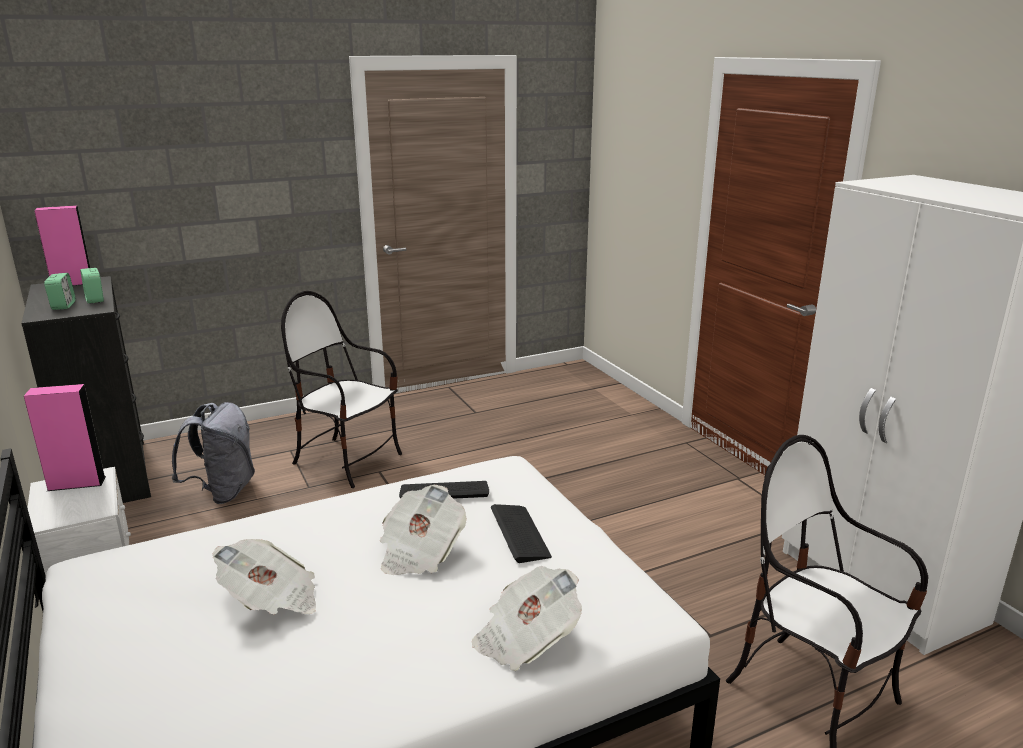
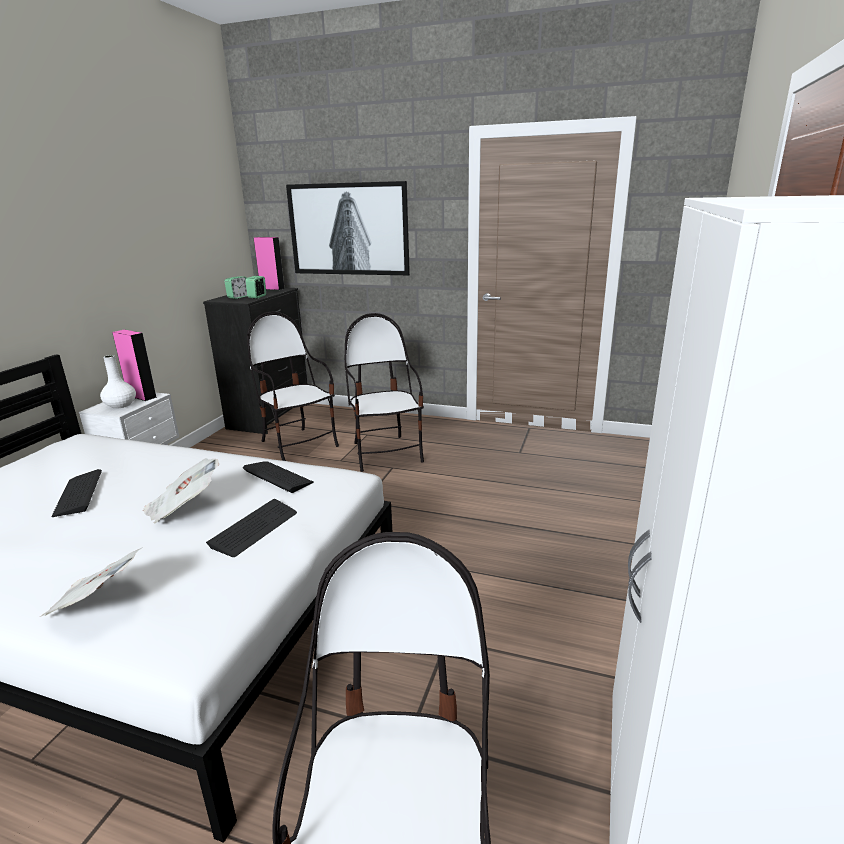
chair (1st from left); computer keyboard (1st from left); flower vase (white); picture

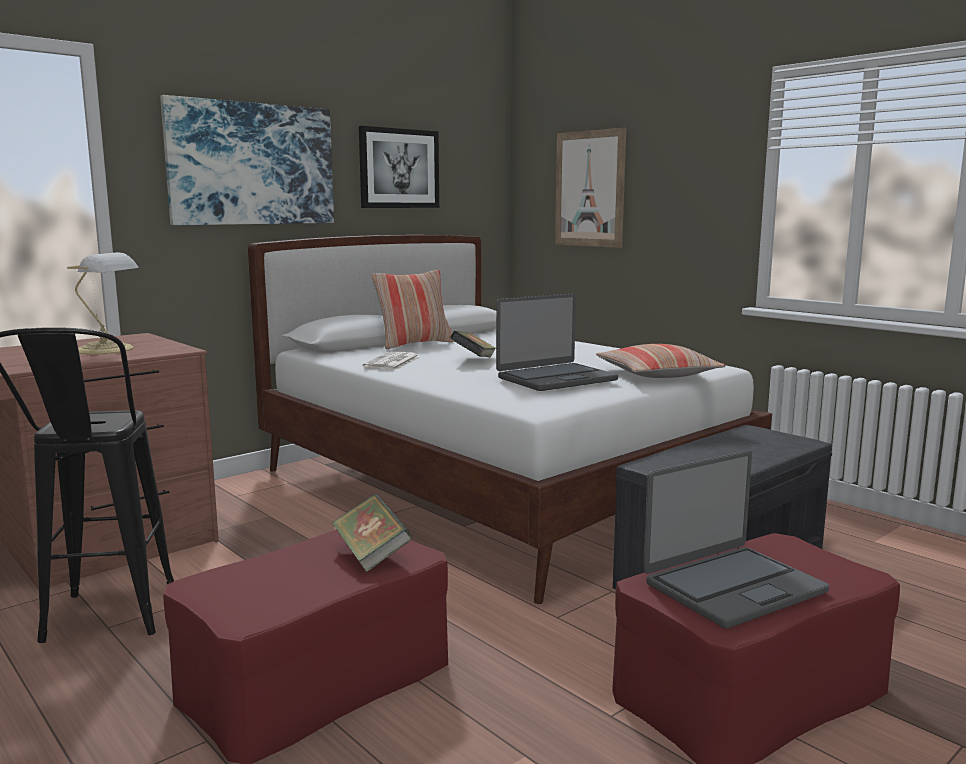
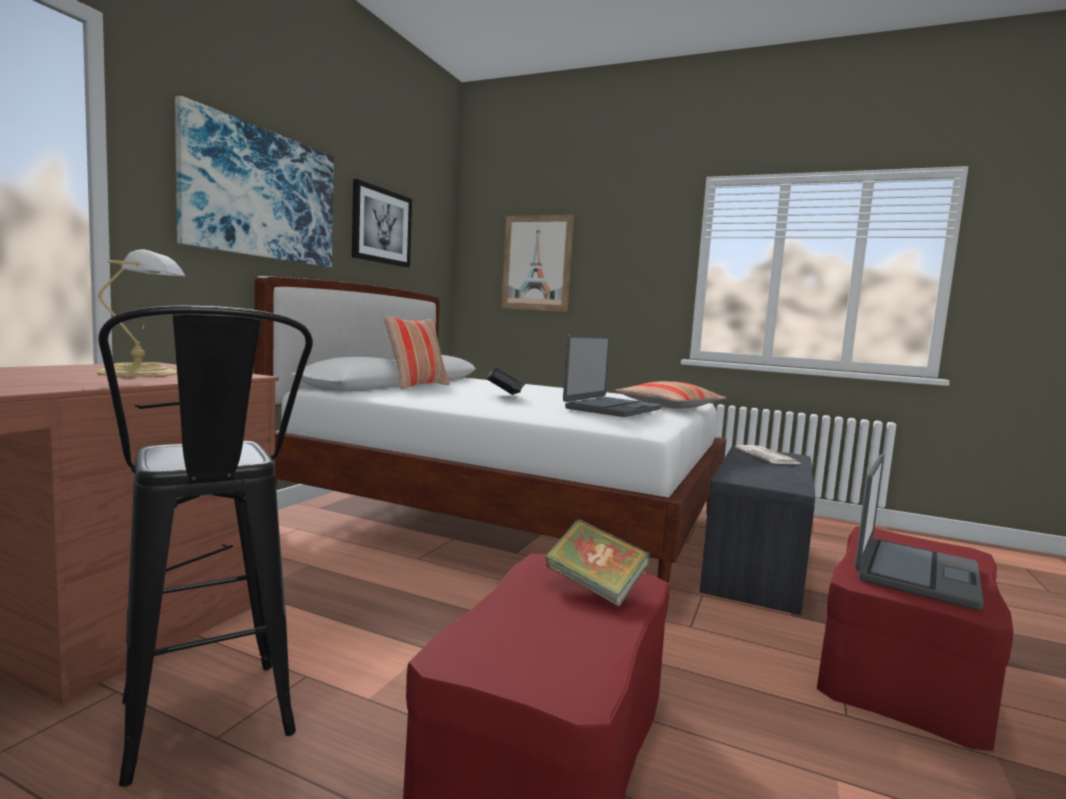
printed paper

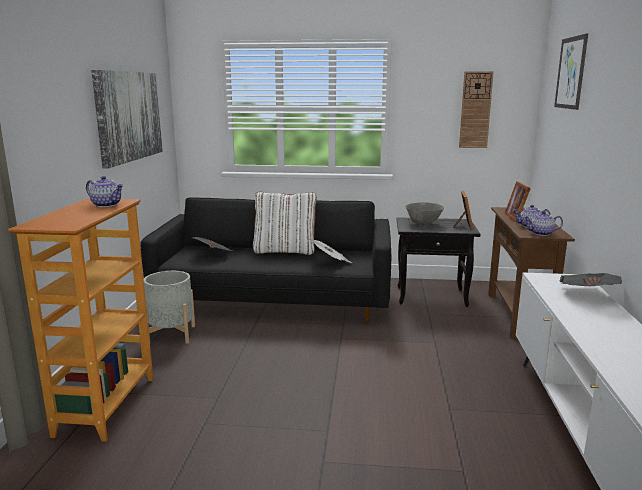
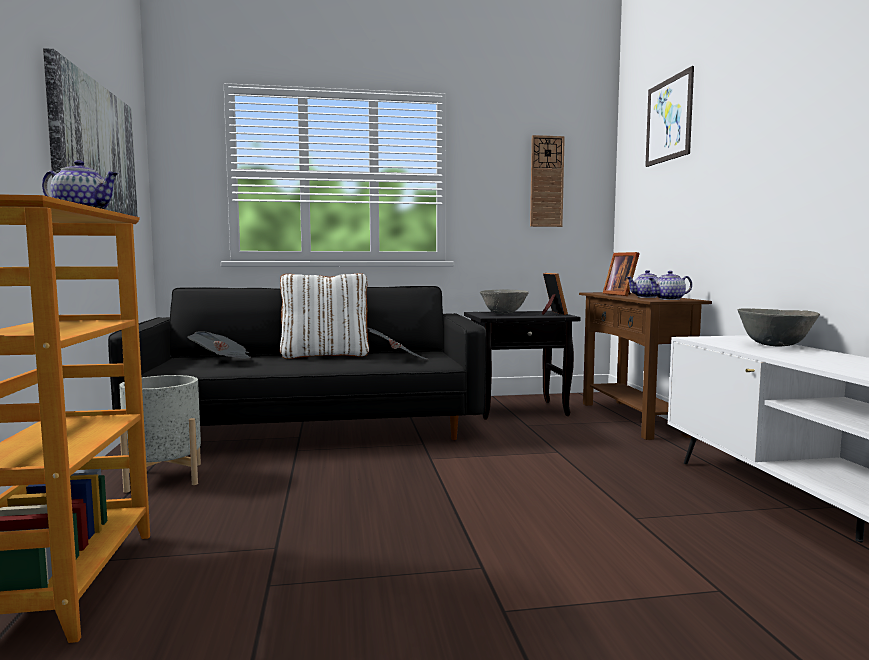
bowl (gray) (2nd from left)

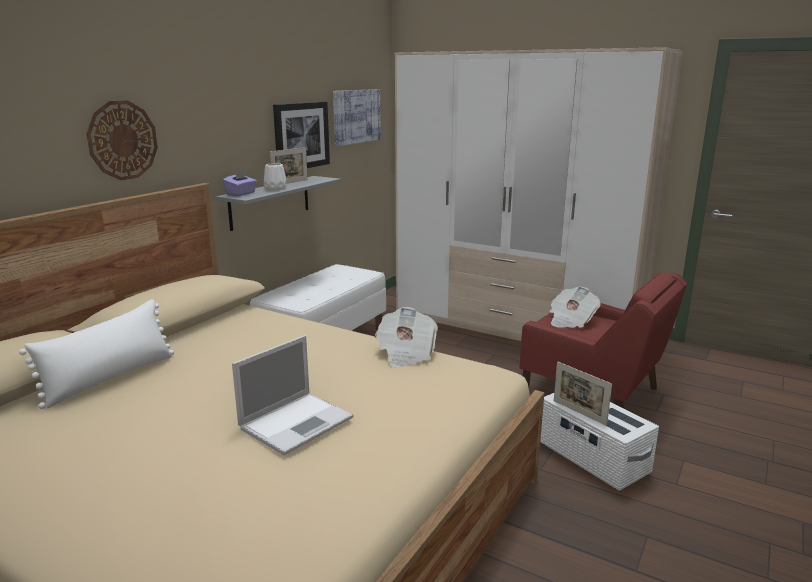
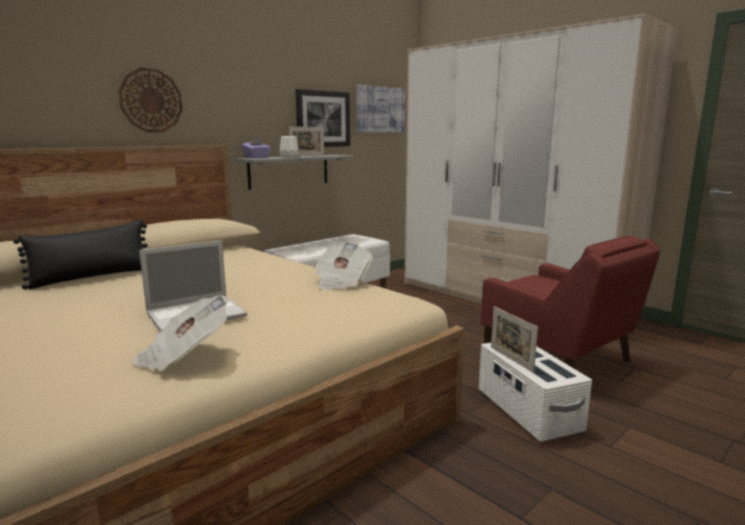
cushion (black-coloured); printed paper (1st from left)

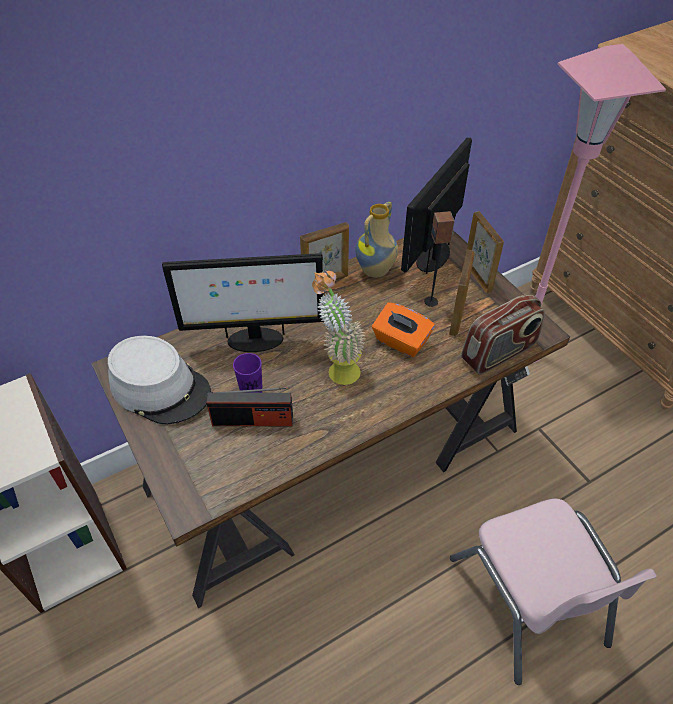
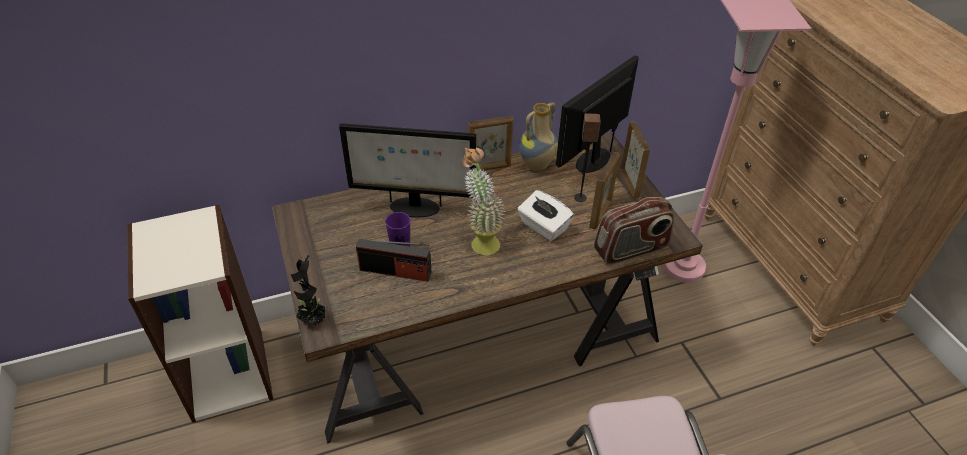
hat (gray); tissue box (white); houseplant (1st from left)

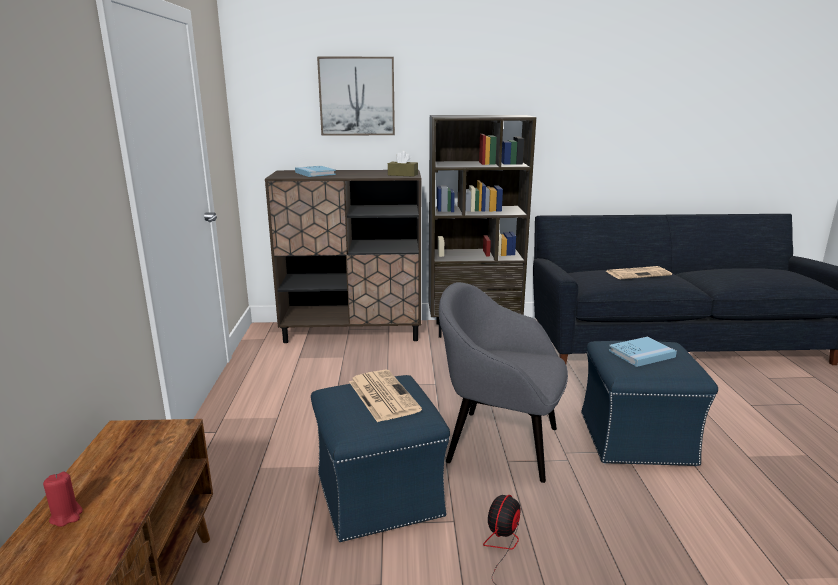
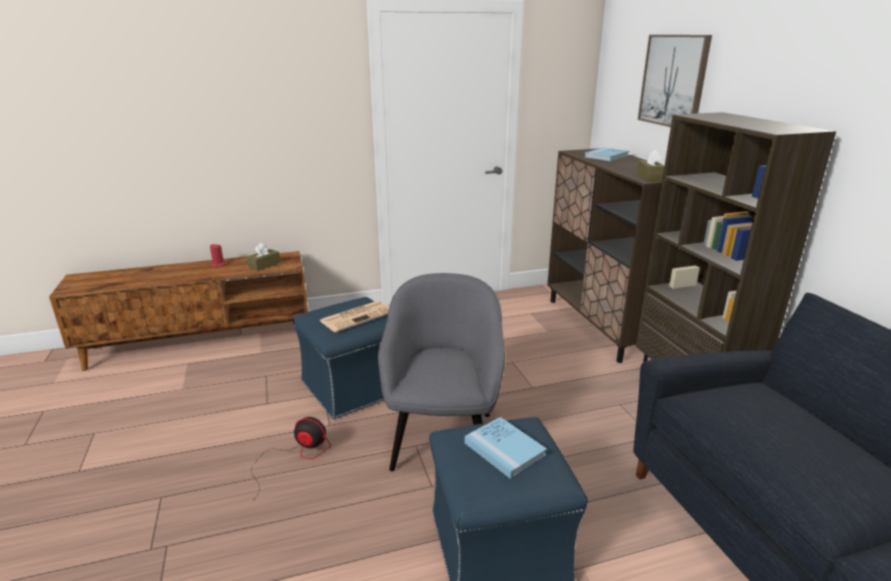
printed paper (2nd from left in the first image); tissue box (brown-coloured) (1st from left)

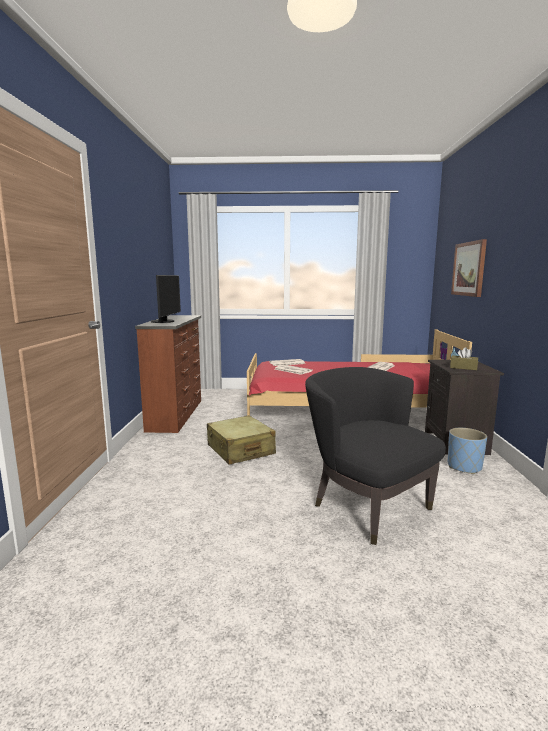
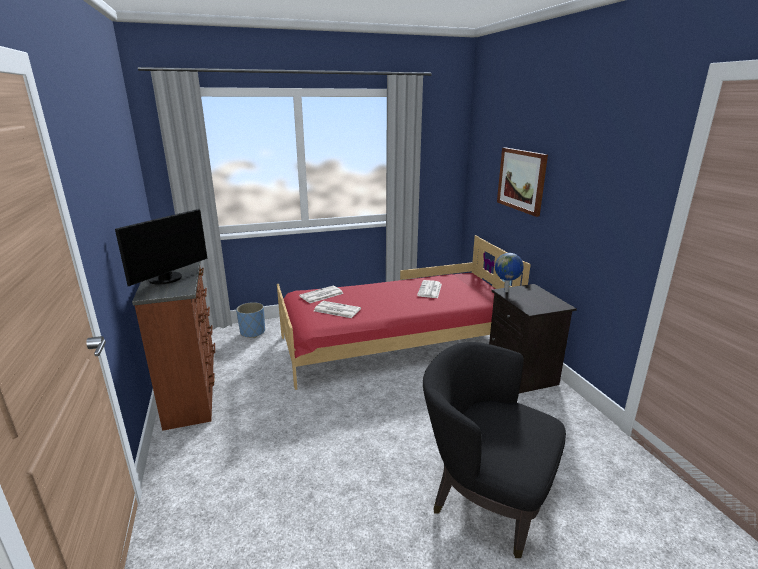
monitor; piece of luggage (beige-coloured); plant pot (bluish); tissue box (brown-coloured); desk globe

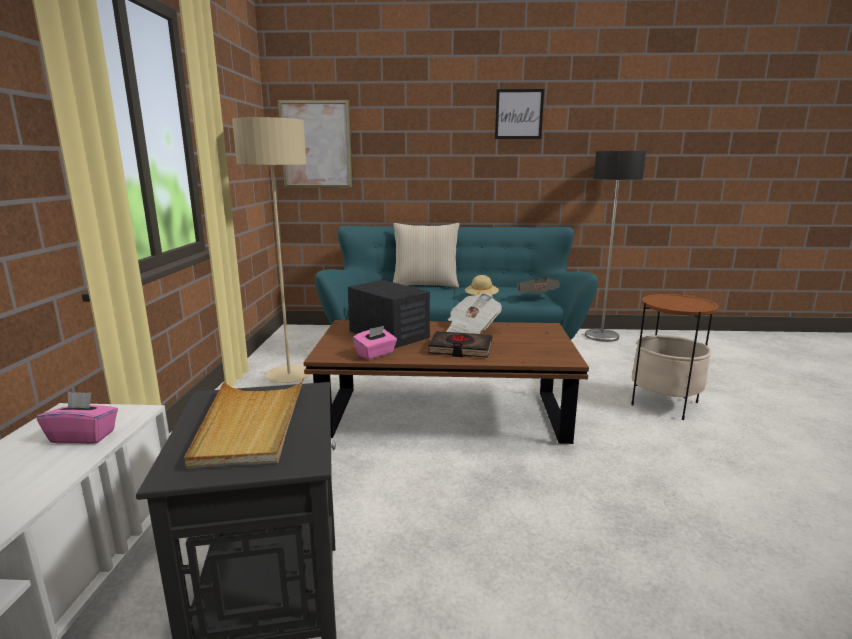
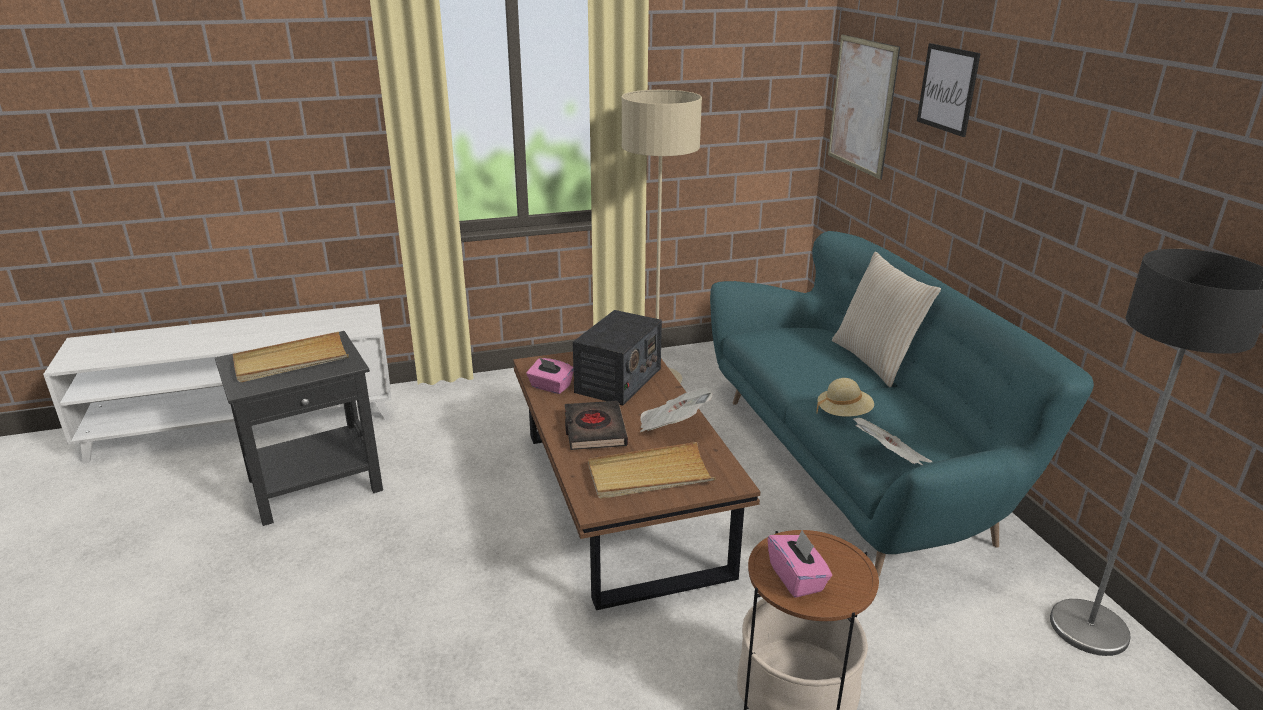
tissue box (pinkish) (2nd from left); picture (2nd from left); carrying tray (beige-coloured) (2nd from left)

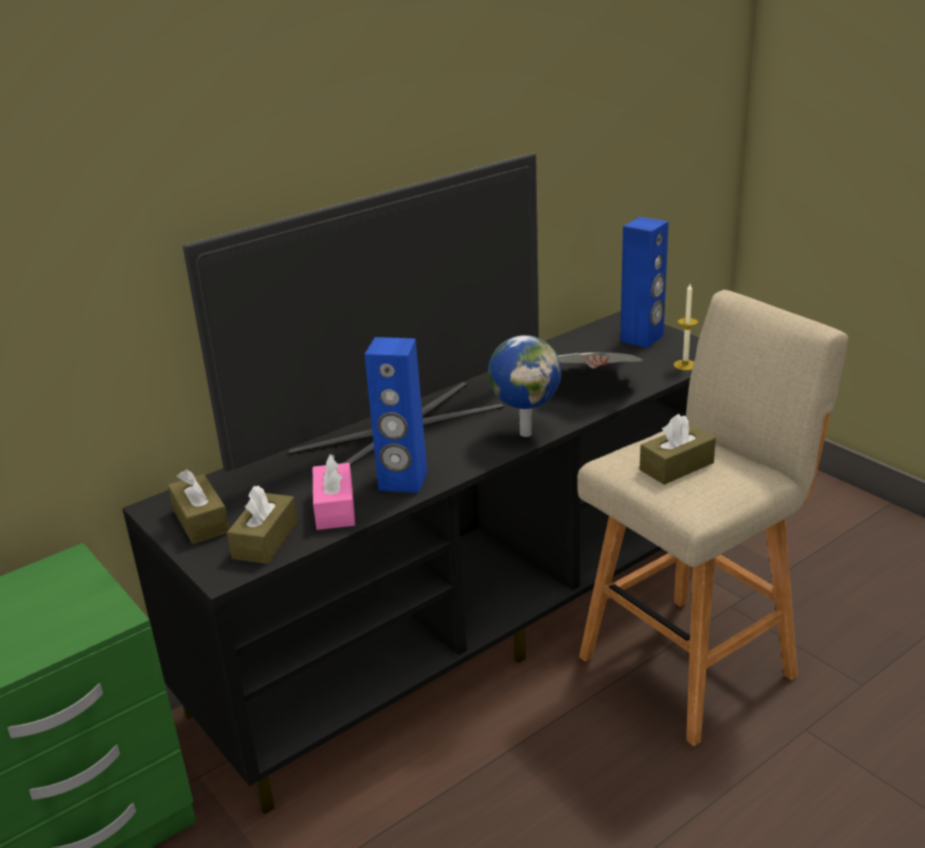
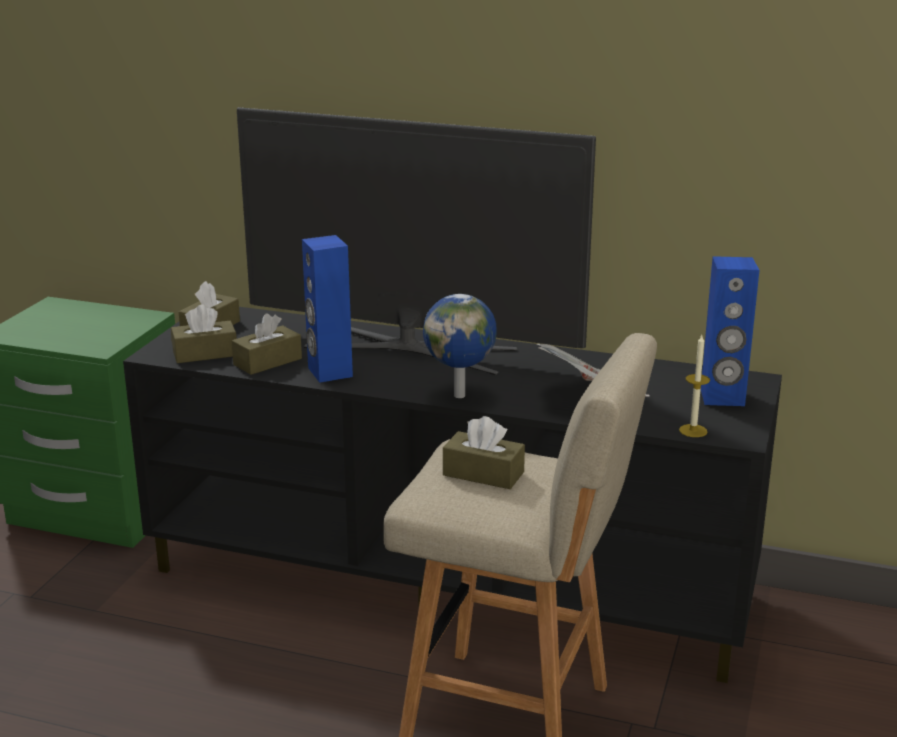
tissue box (brown-coloured) (3rd from left)

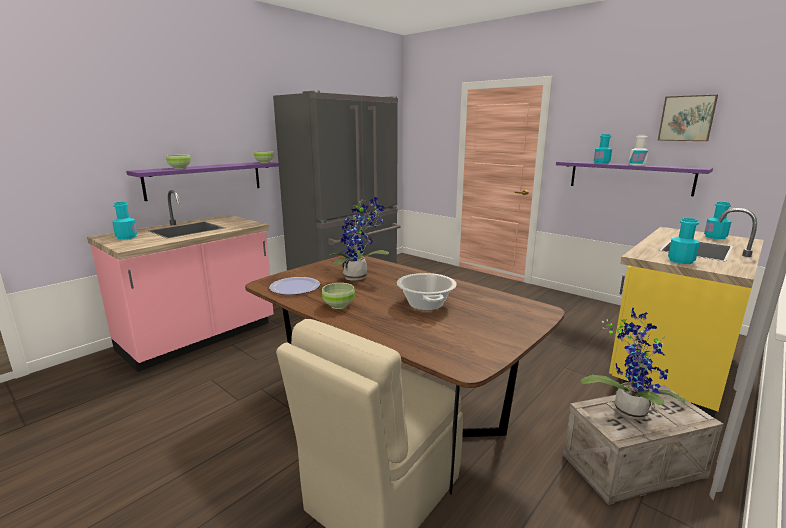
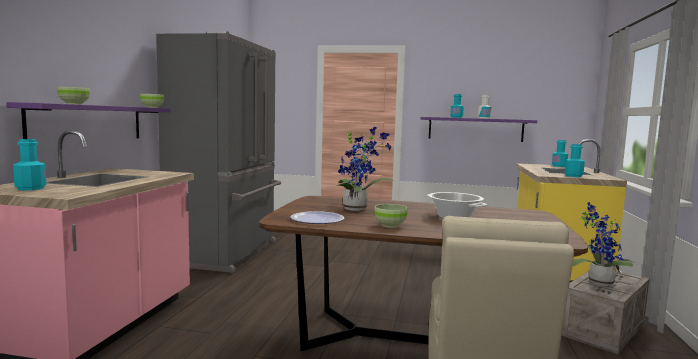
picture

